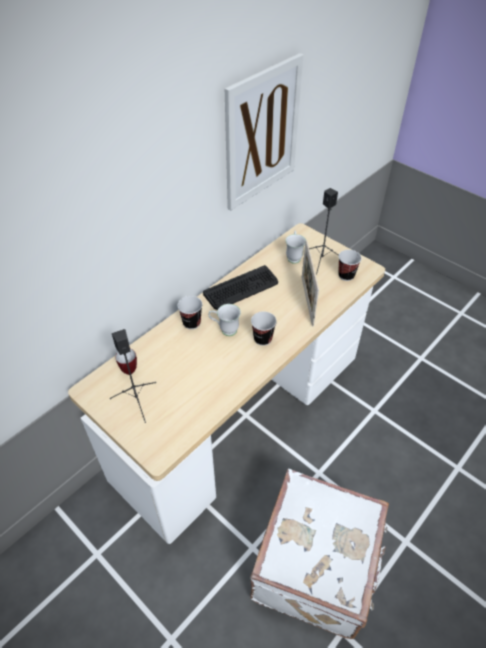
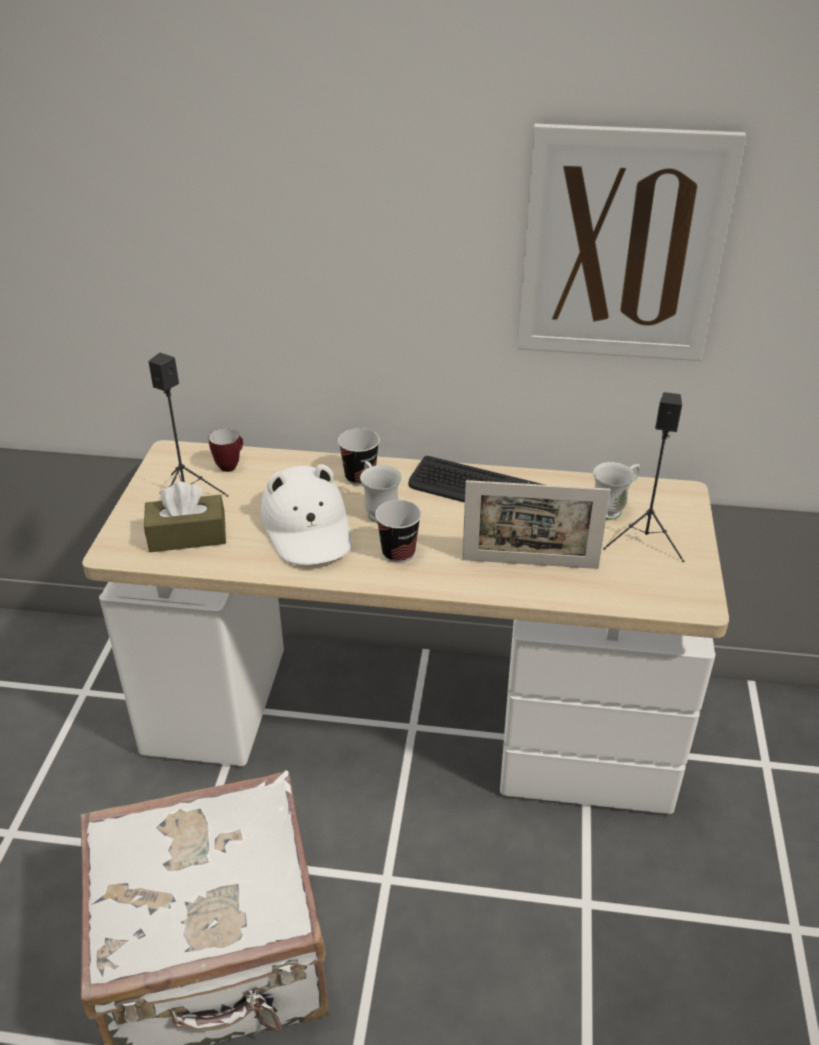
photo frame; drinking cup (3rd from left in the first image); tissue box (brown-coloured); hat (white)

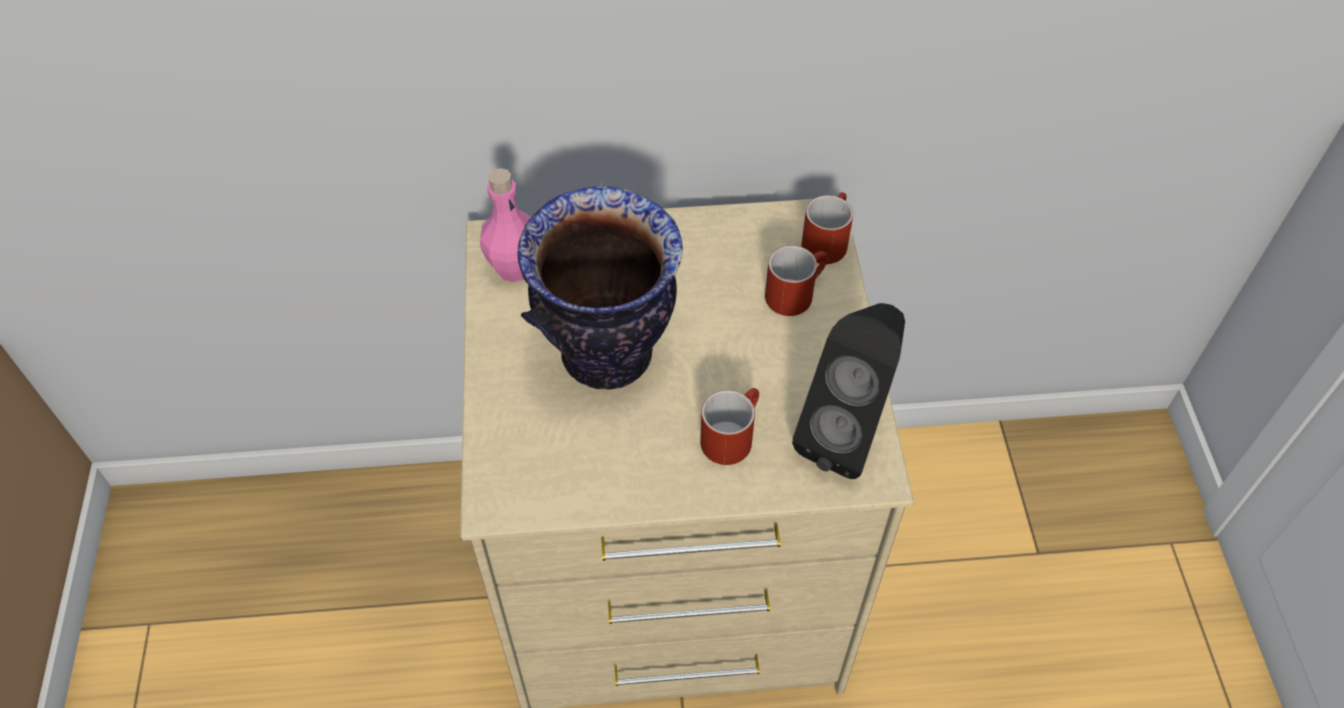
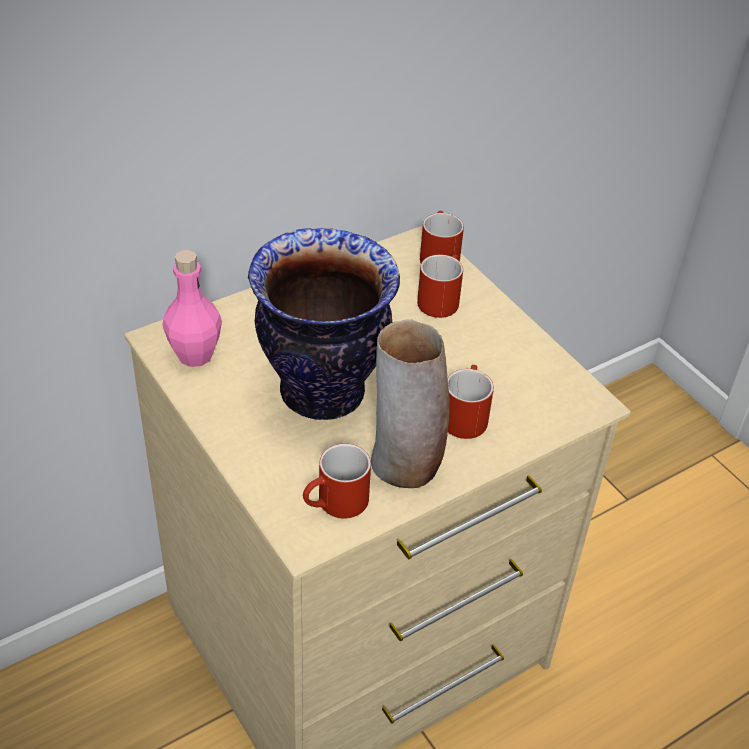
audio speaker (black-coloured); tea mug (red) (1st from left); flower vase (2nd from left)

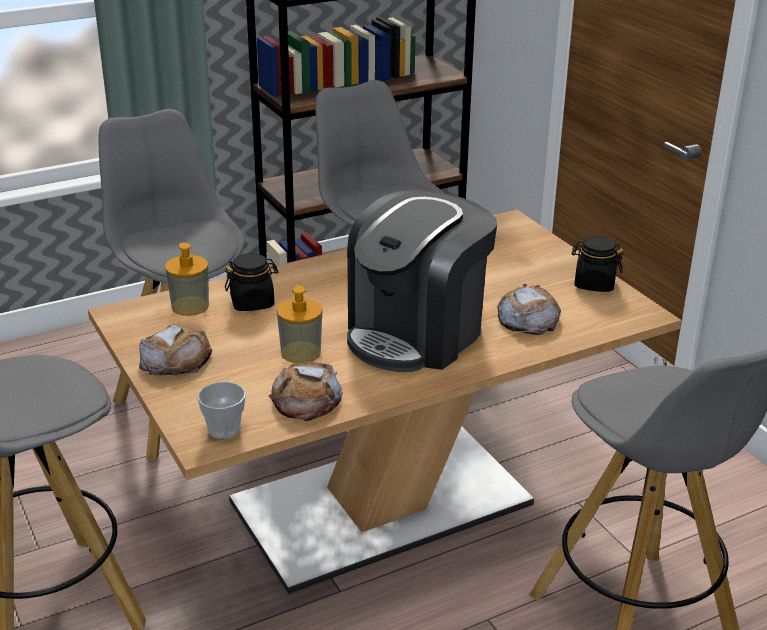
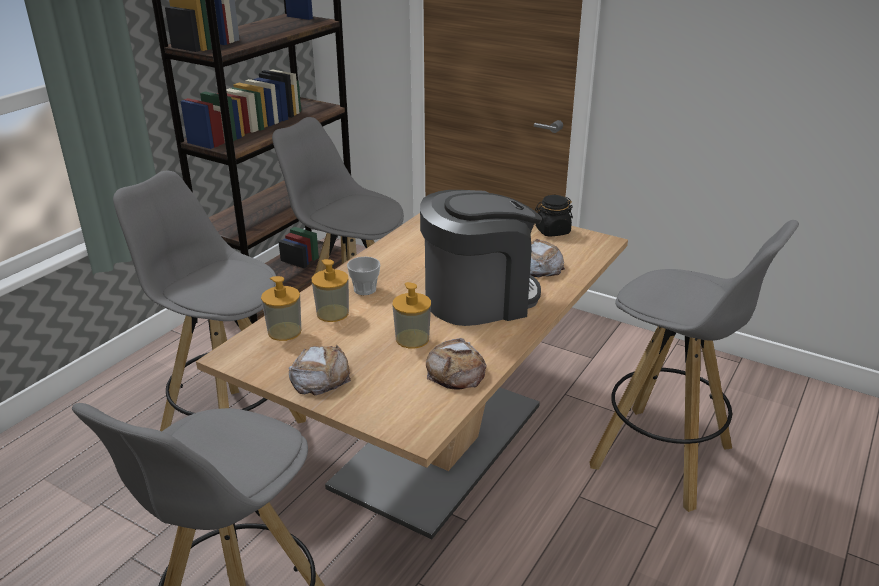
drinking cup; liquid soap bottle (2nd from left); coffee maker

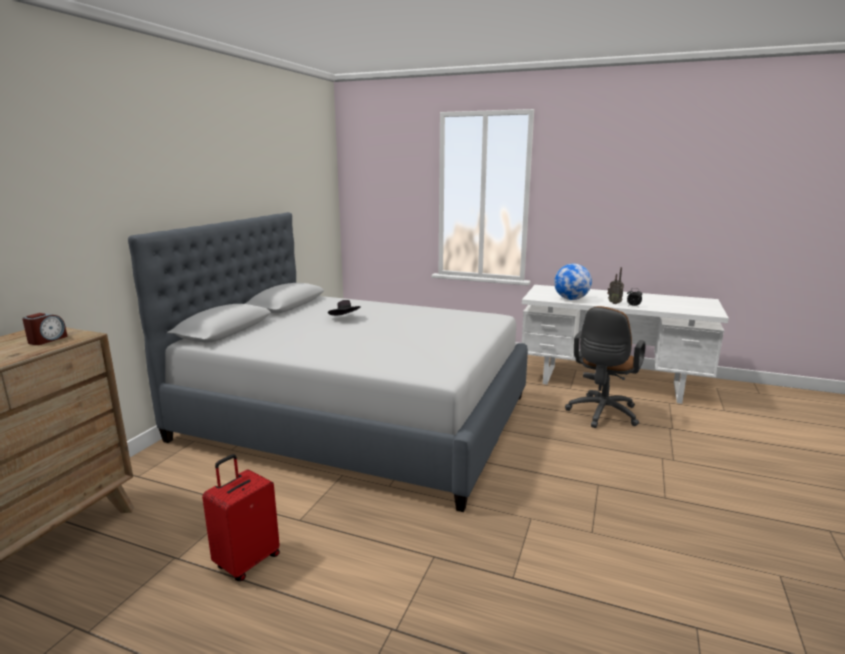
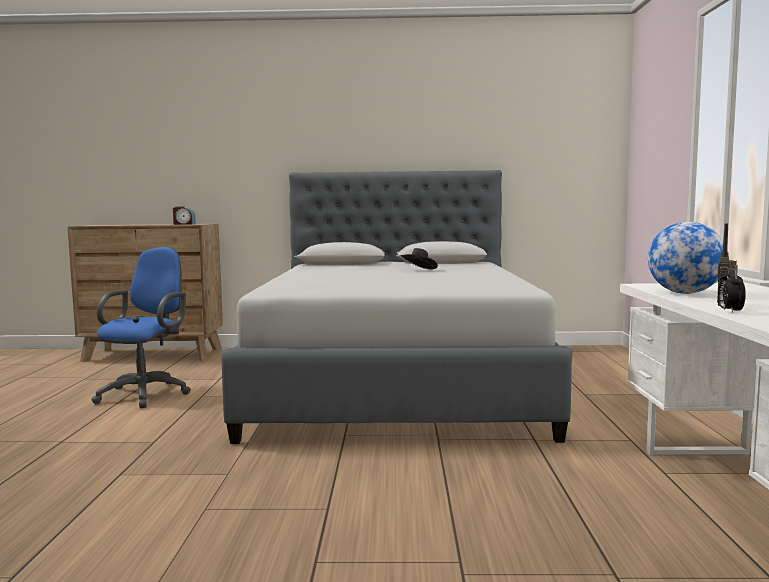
computer chair (bluish); computer chair (brown-coloured)

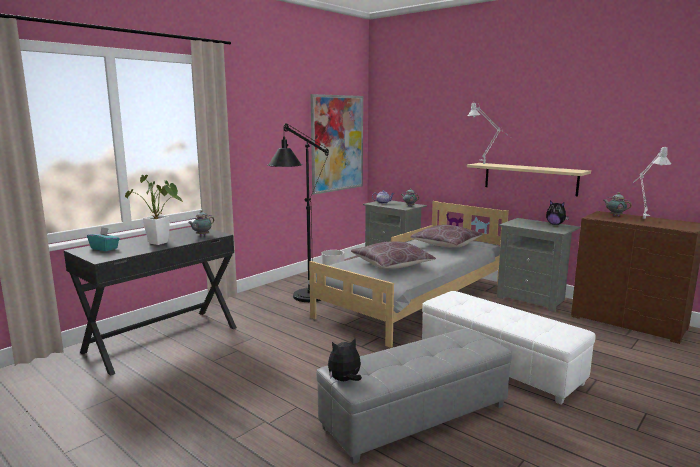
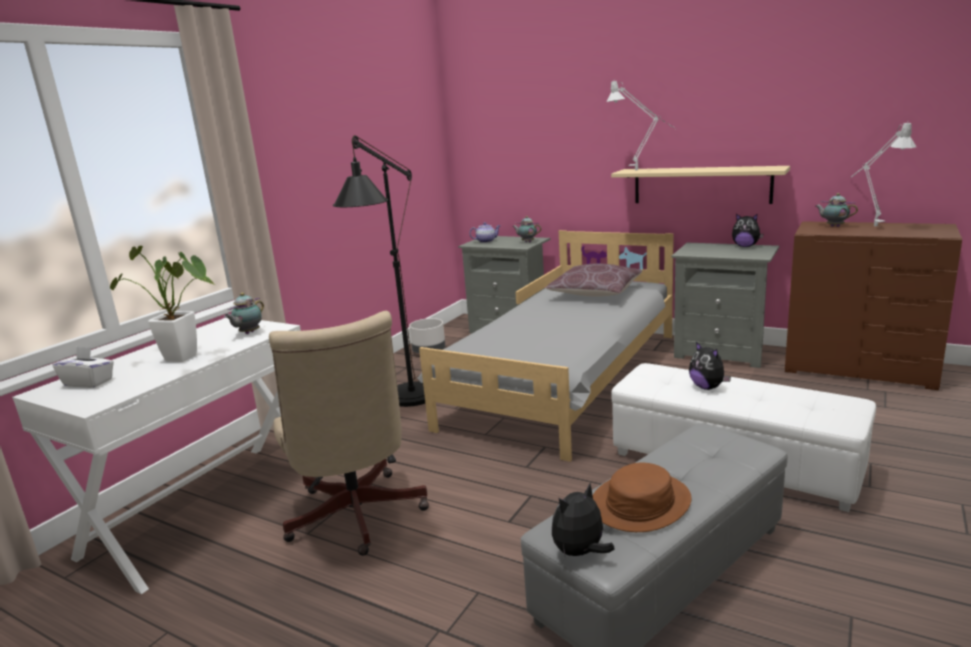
desk table (white); tissue box (white); picture; cushion (brown-coloured) (1st from left in the first image); computer chair (beige-coloured); hat (brown-coloured); cuddly toy (2nd from left)

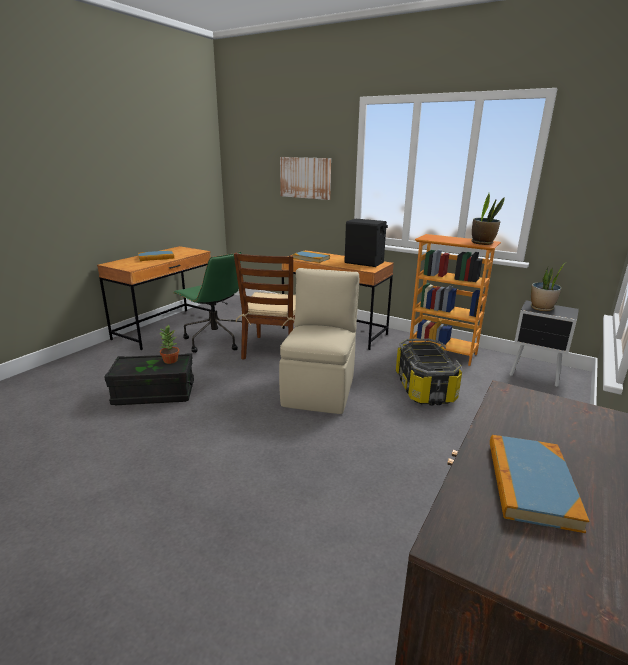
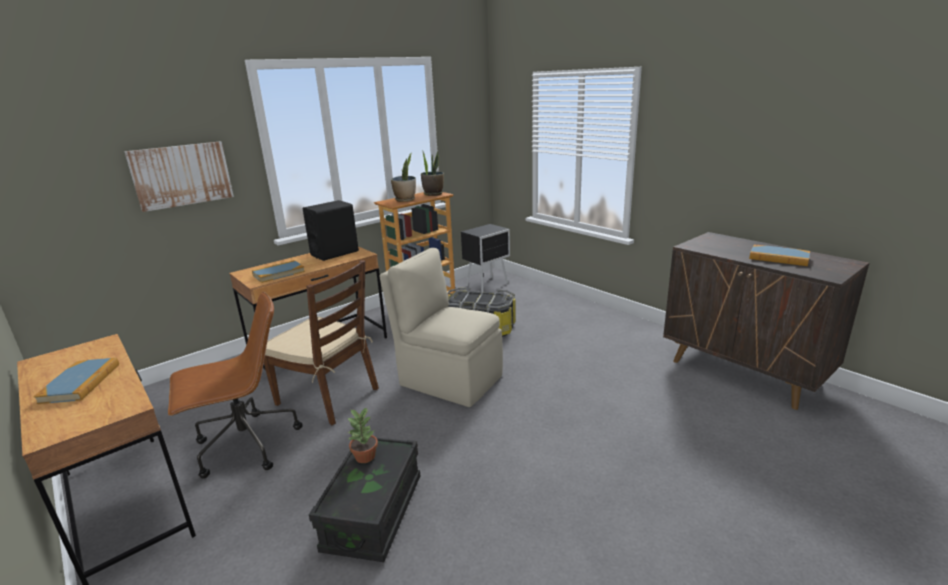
computer chair (brown-coloured); houseplant (2nd from left)

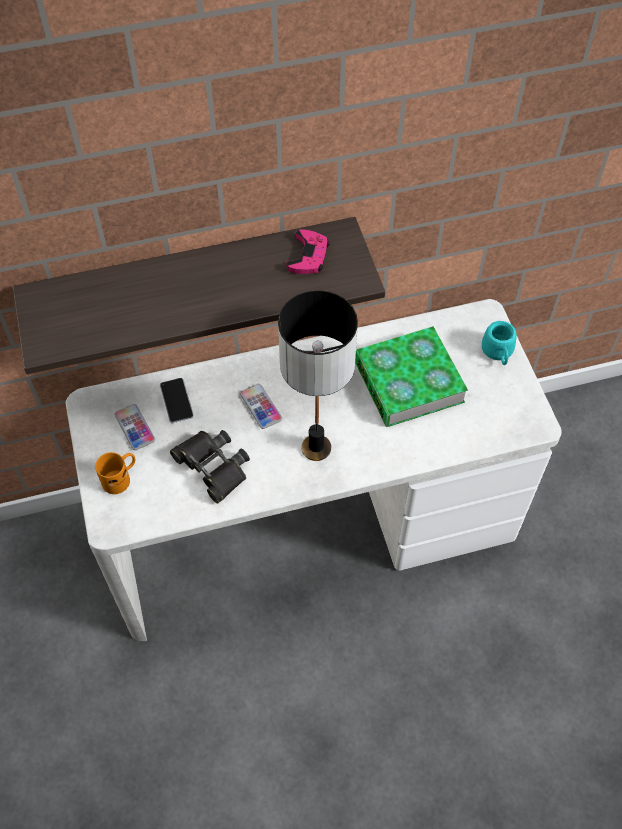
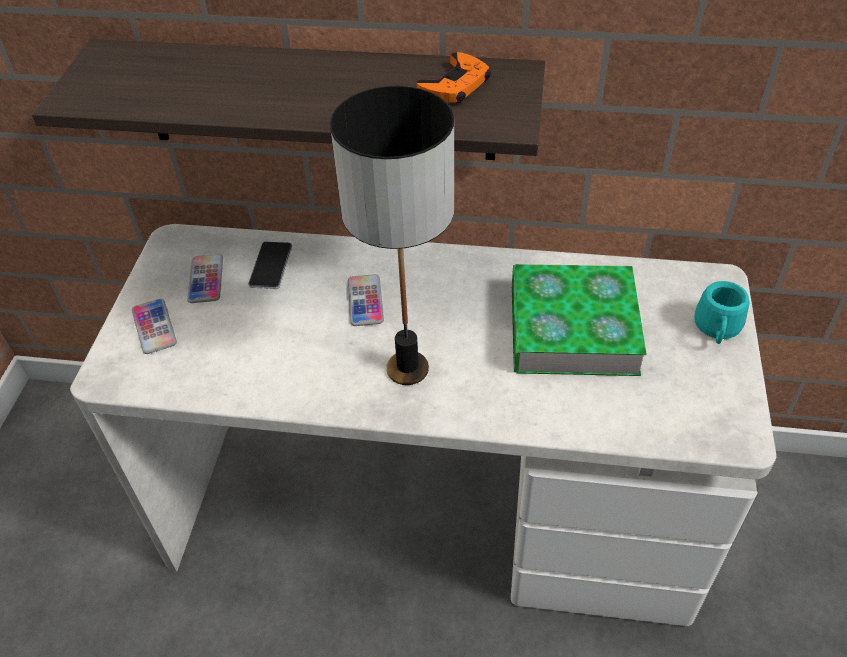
handset (1st from left); field glasses (black-coloured); game controller (orange)

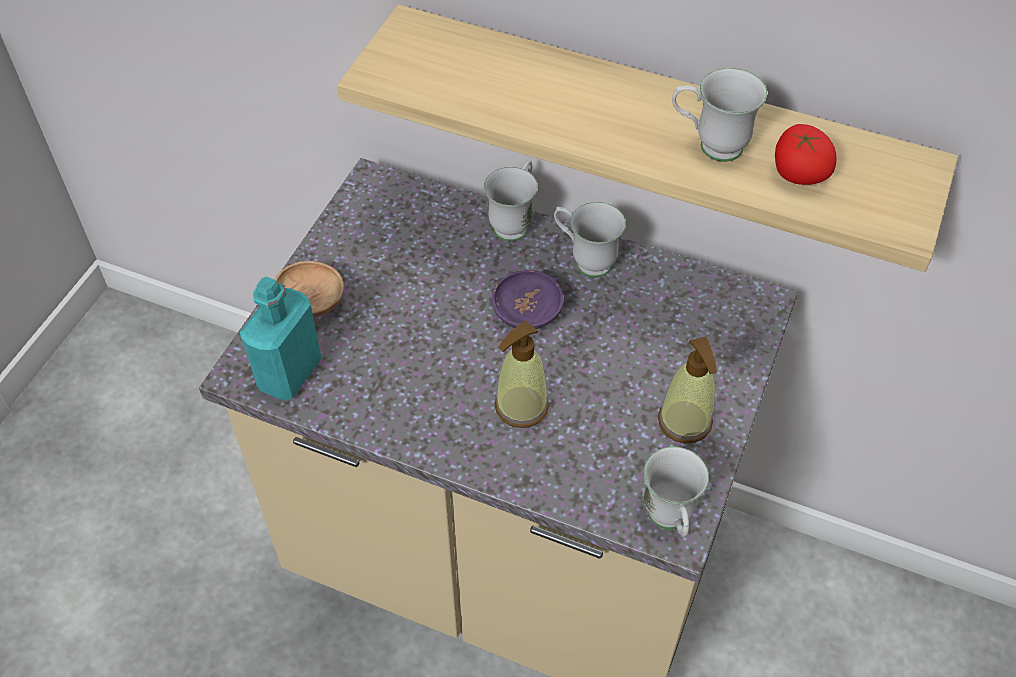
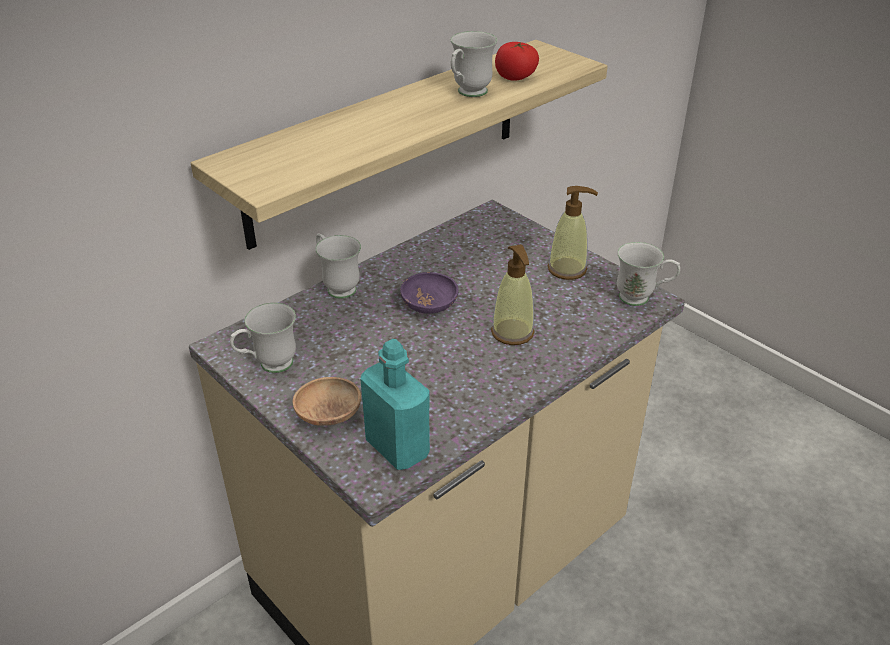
tea mug (white) (1st from left)

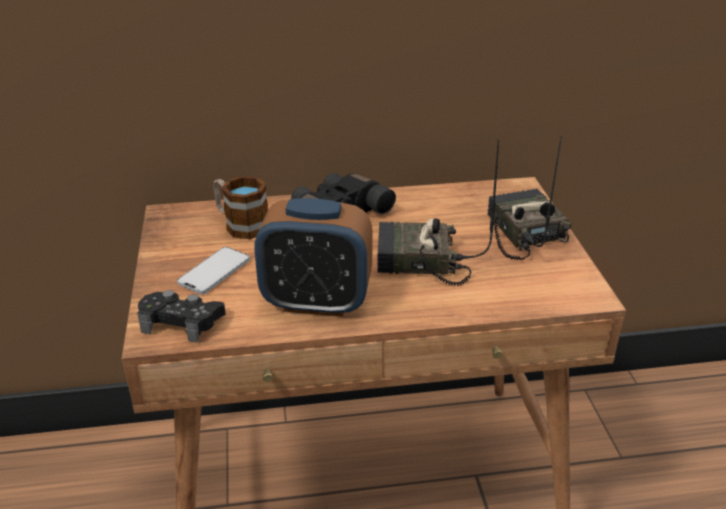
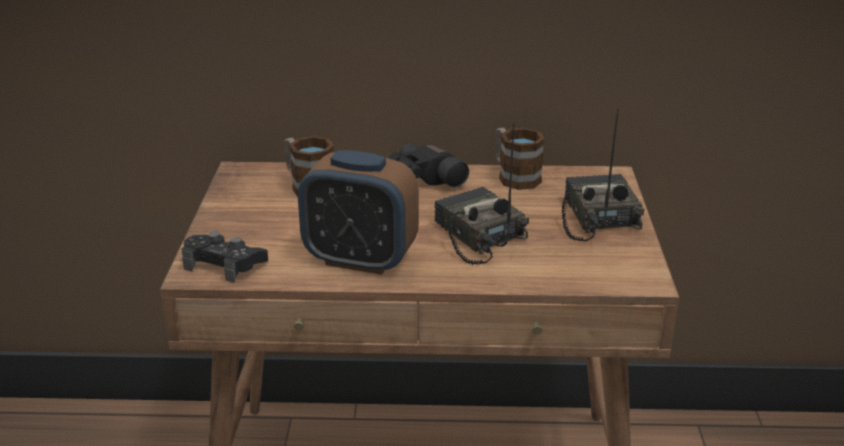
handset; radio (1st from left); tea mug (2nd from left)

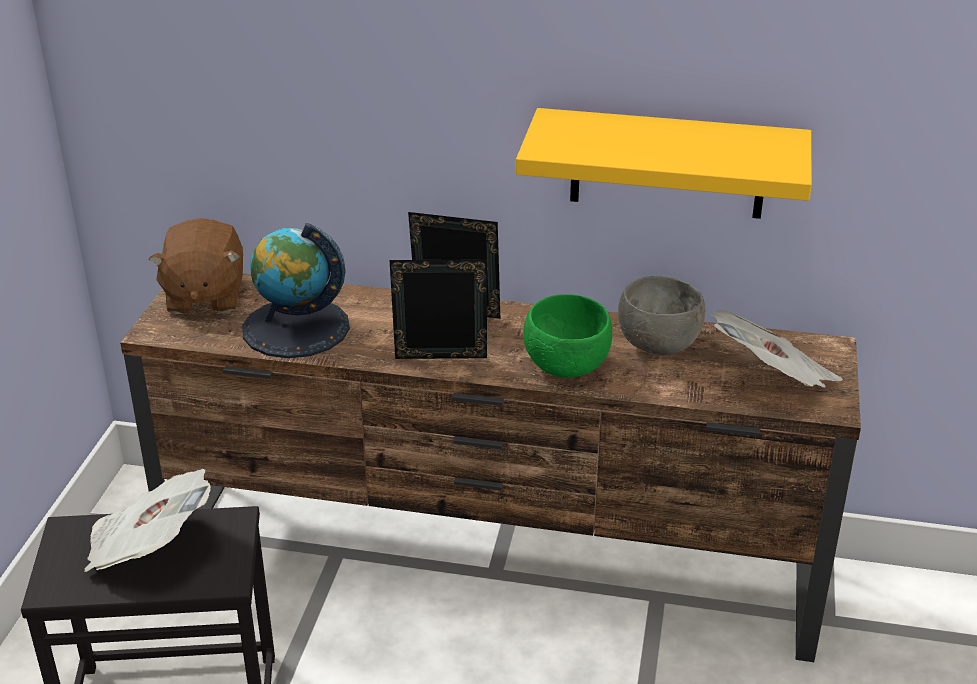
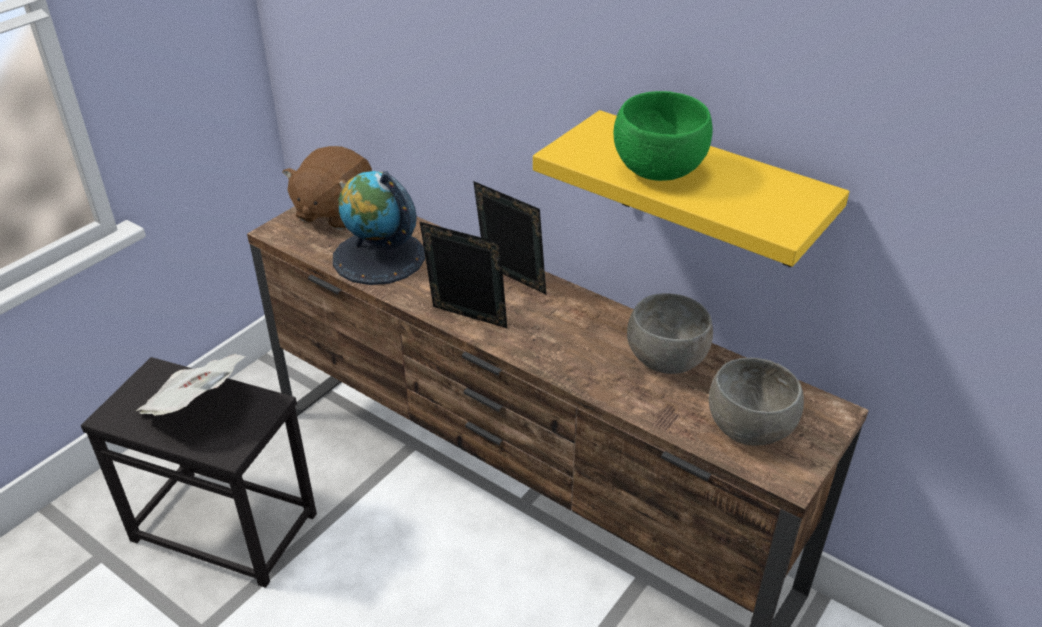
bowl (green); bowl (gray) (2nd from left)

